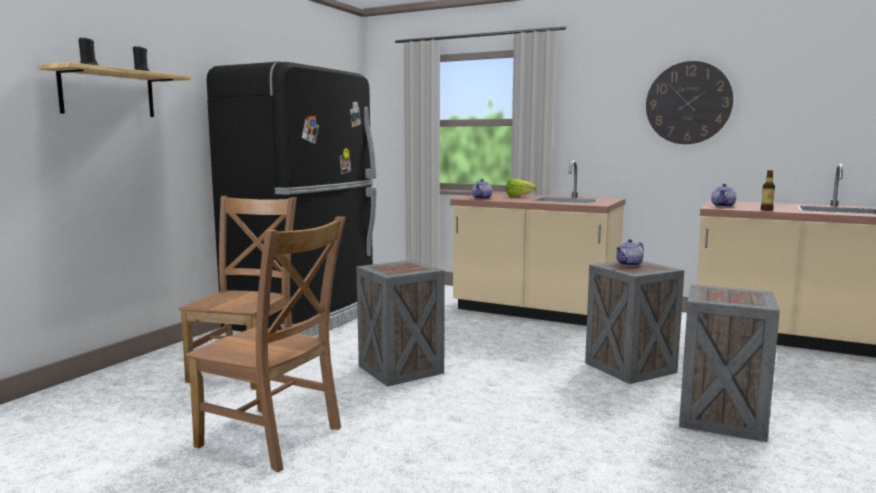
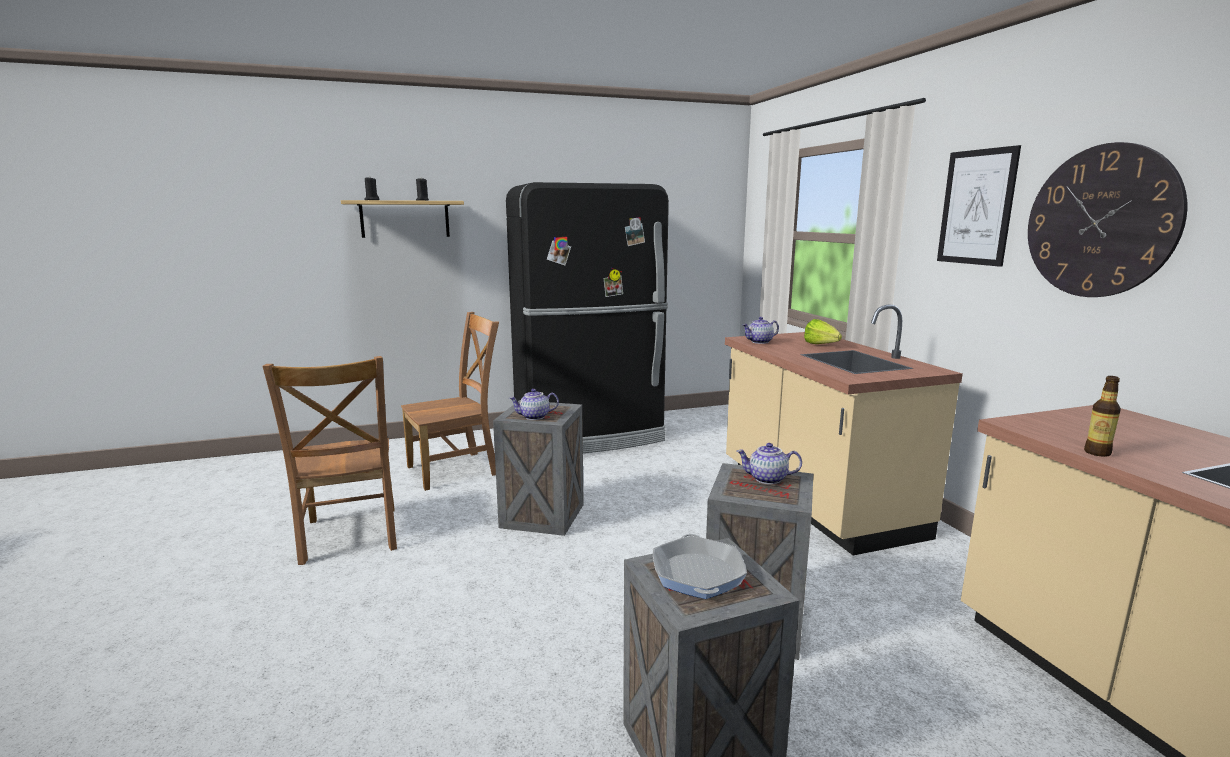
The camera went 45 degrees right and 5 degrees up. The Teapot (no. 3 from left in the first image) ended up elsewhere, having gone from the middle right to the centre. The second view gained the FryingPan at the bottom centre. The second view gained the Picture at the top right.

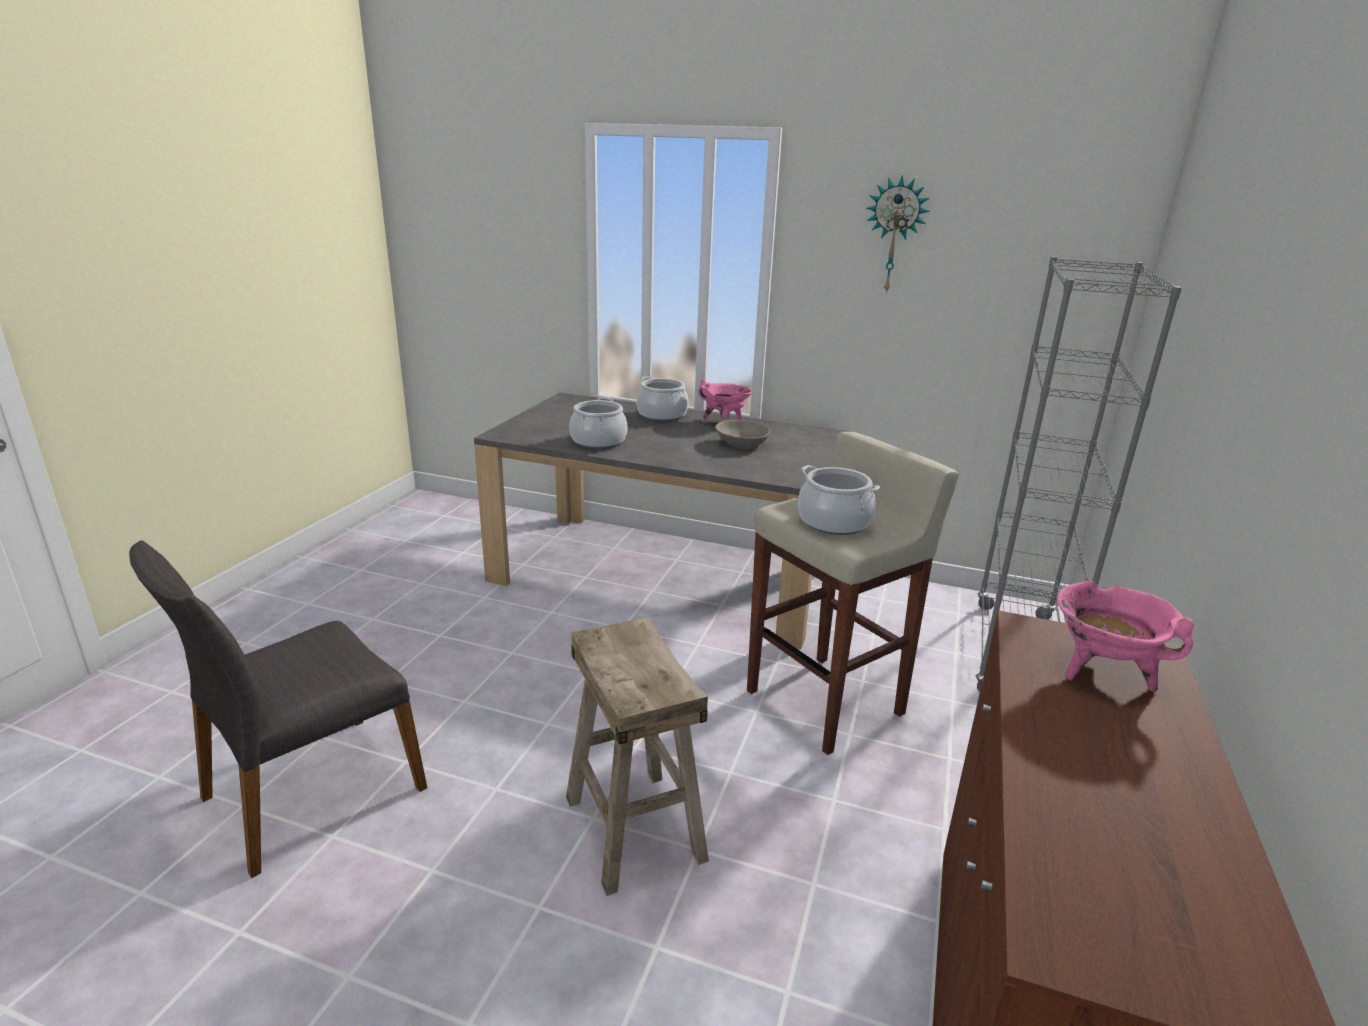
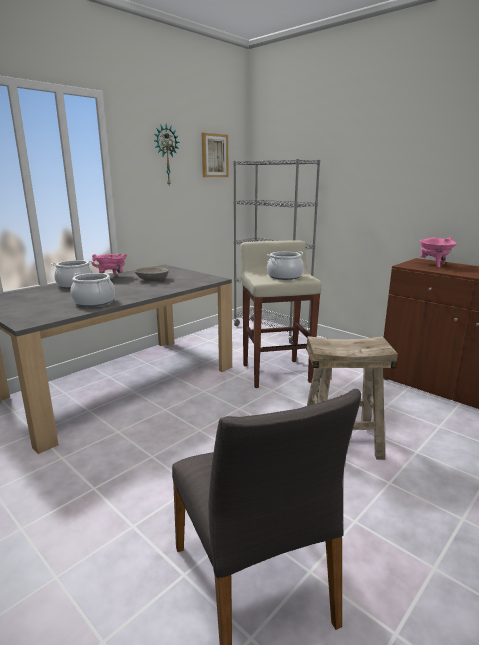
The camera went 65 degrees left and 5 degrees down. The second view gained the Picture at the top centre.

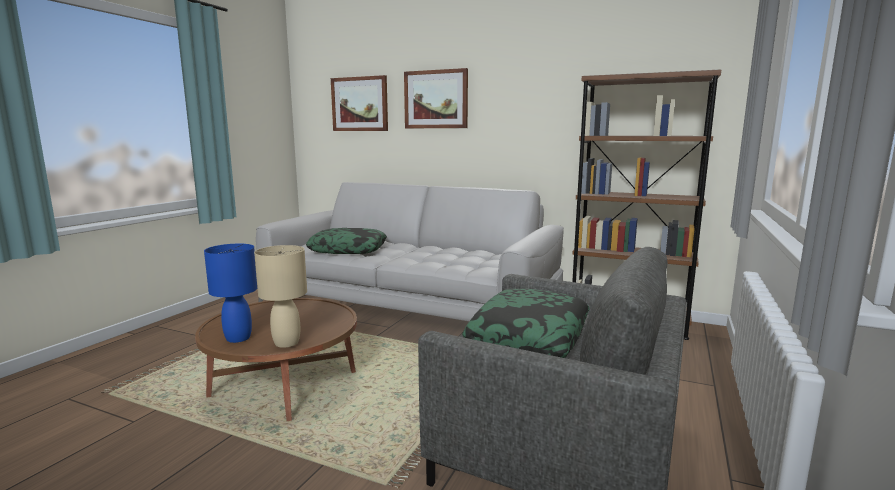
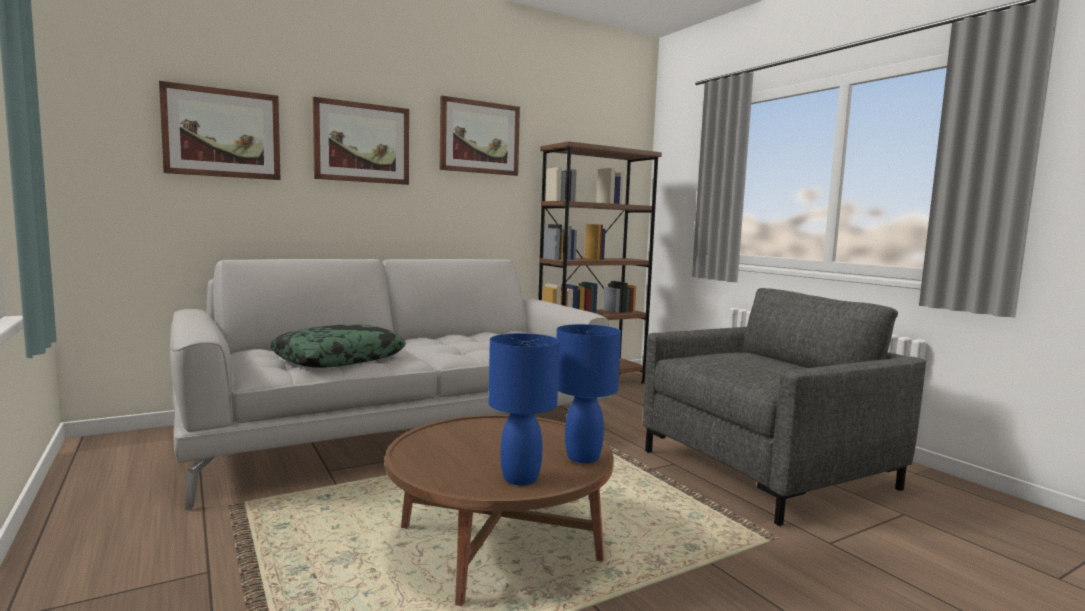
The camera went 55 degrees left and 5 degrees down. What was the BeigeTableLamp at the middle left turned into the BlueTableLamp (no. 2 from left) at the centre. The second view lost the Pillow (no. 2 from left) at the centre. The second view gained the Picture (no. 3 from left) at the top centre.

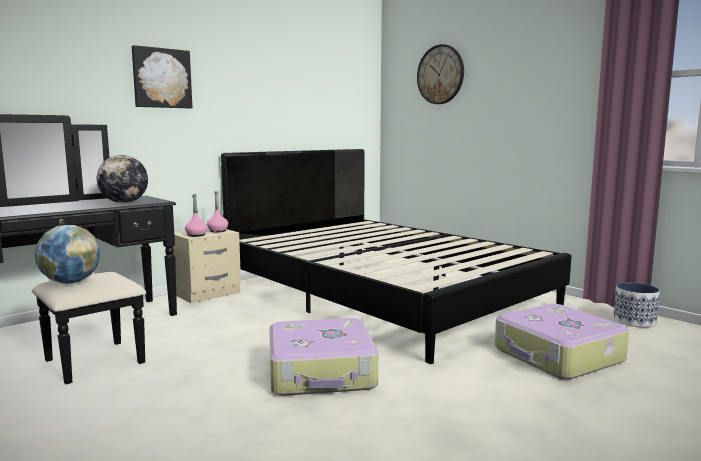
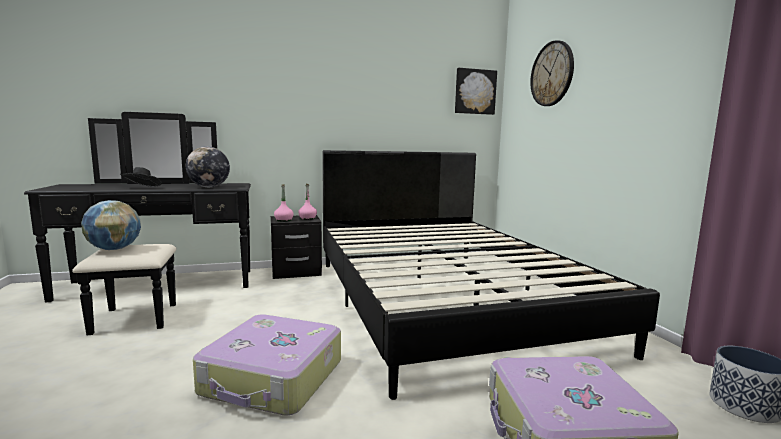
The camera went 25 degrees right and 0 degrees up. The Picture ended up elsewhere, having gone from the top left to the top centre. What was the BeigeNightstand at the middle left turned into the BlackNightstand at the centre. The second view gained the BlackHat at the middle left.

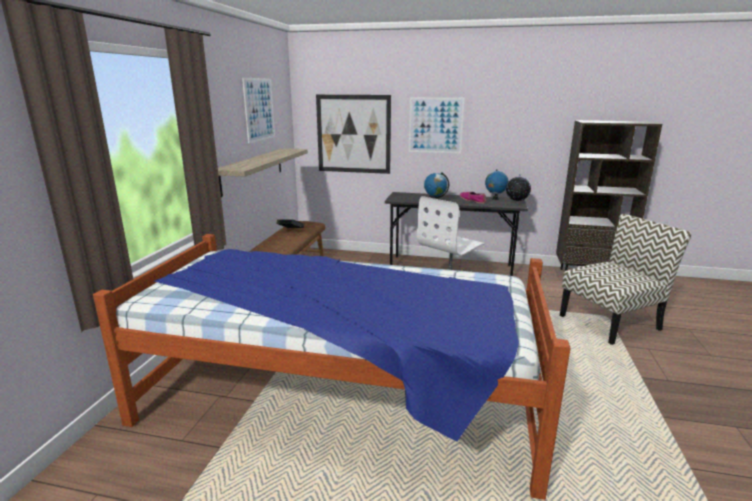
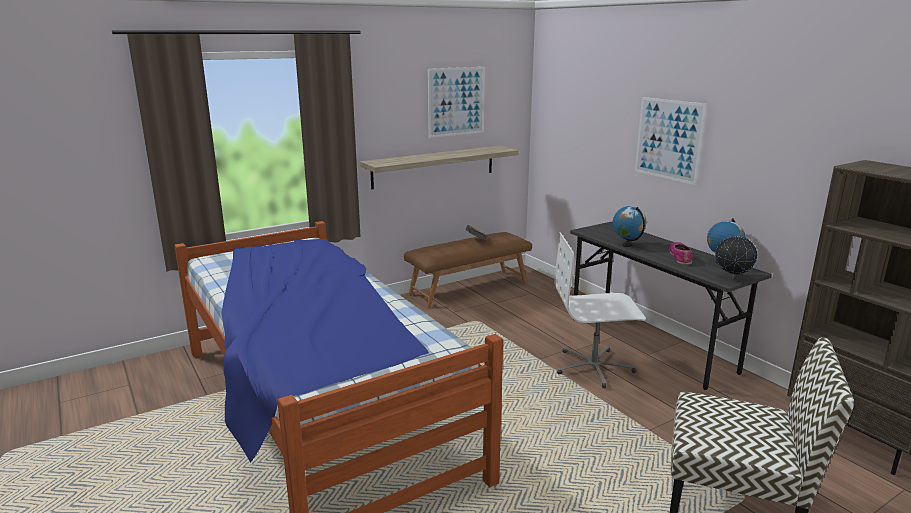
The camera went 45 degrees right and 0 degrees up. The second view lost the Picture (no. 2 from left) at the top centre.

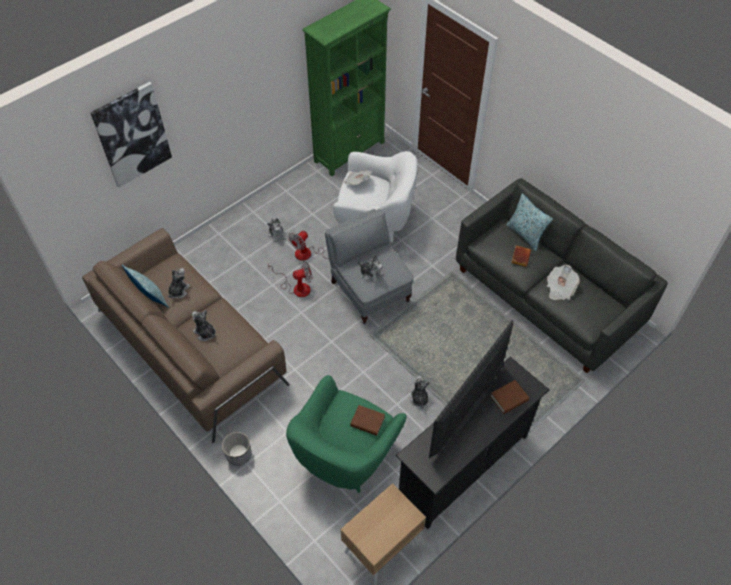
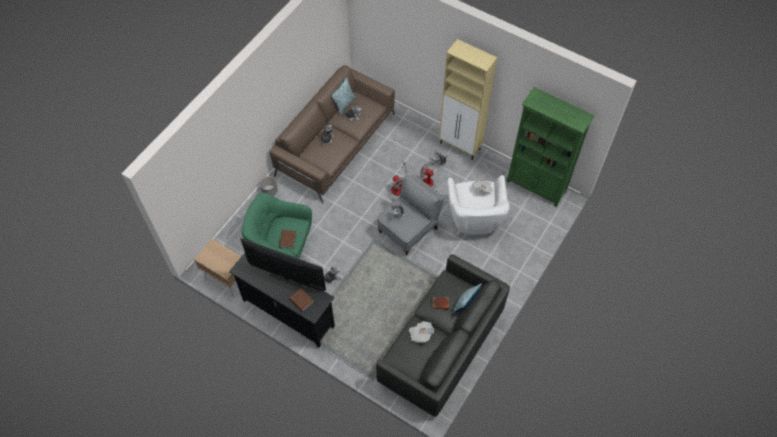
The camera went 75 degrees right and 5 degrees up. The second view lost the Picture at the top left. The second view gained the BeigeCabinet at the top centre.

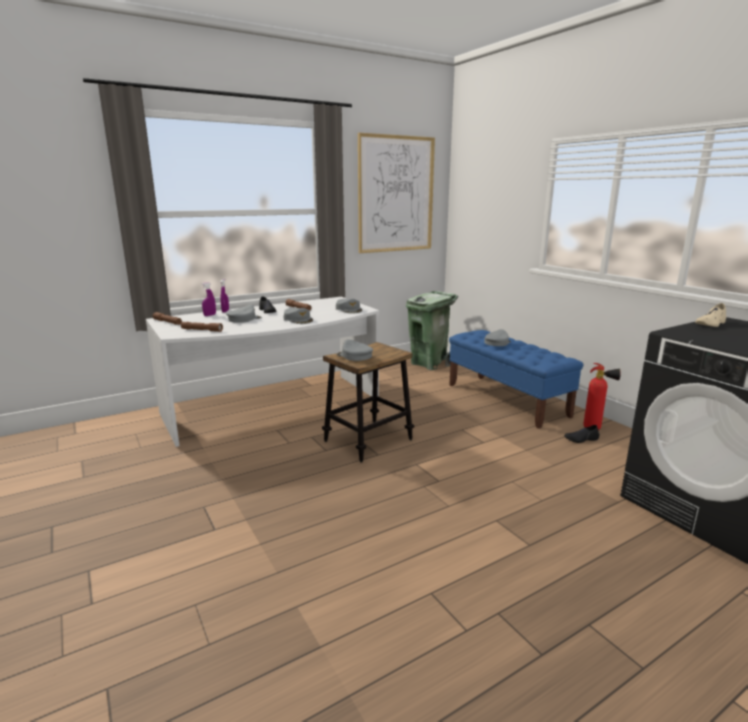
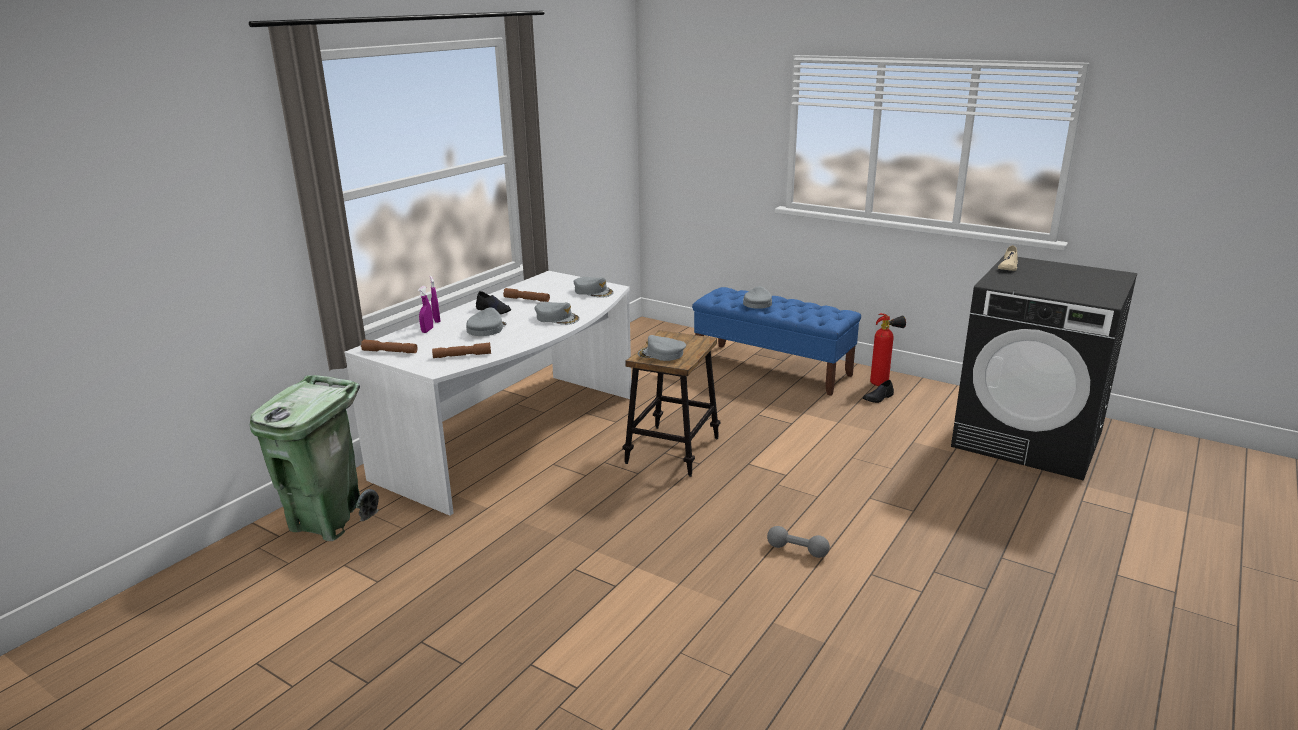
The camera went 25 degrees left and 5 degrees up. The second view lost the Picture at the top centre. The GreenTrashCan ended up elsewhere, having gone from the centre to the middle left. The second view gained the GreyDumbbell at the bottom centre.

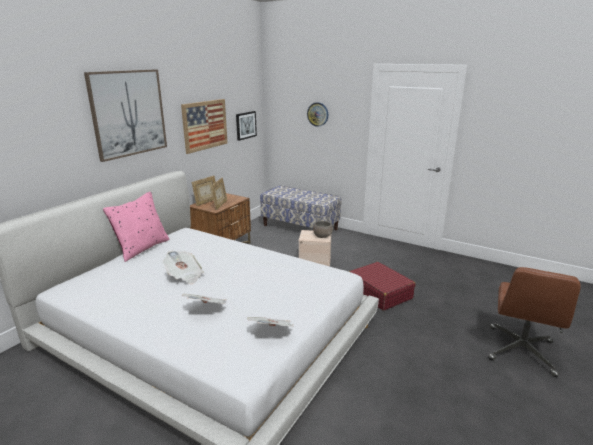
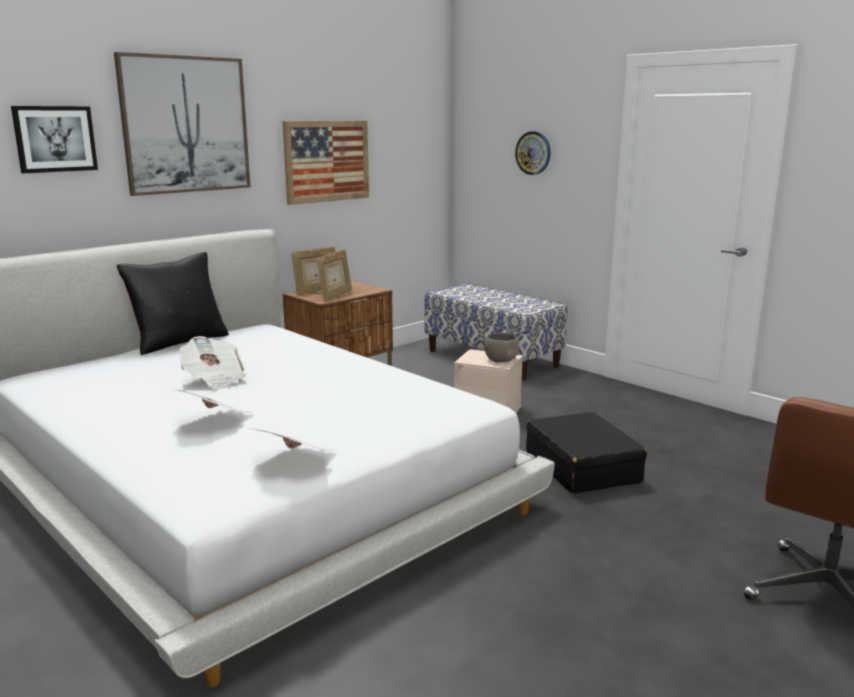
The camera went 15 degrees right and 5 degrees down. What was the PinkPillow at the middle left turned into the BlackPillow at the middle left. The Picture (no. 3 from left in the first image) ended up elsewhere, having gone from the top centre to the top left. What was the RedSuitcase at the centre turned into the BlackSuitcase at the middle right.

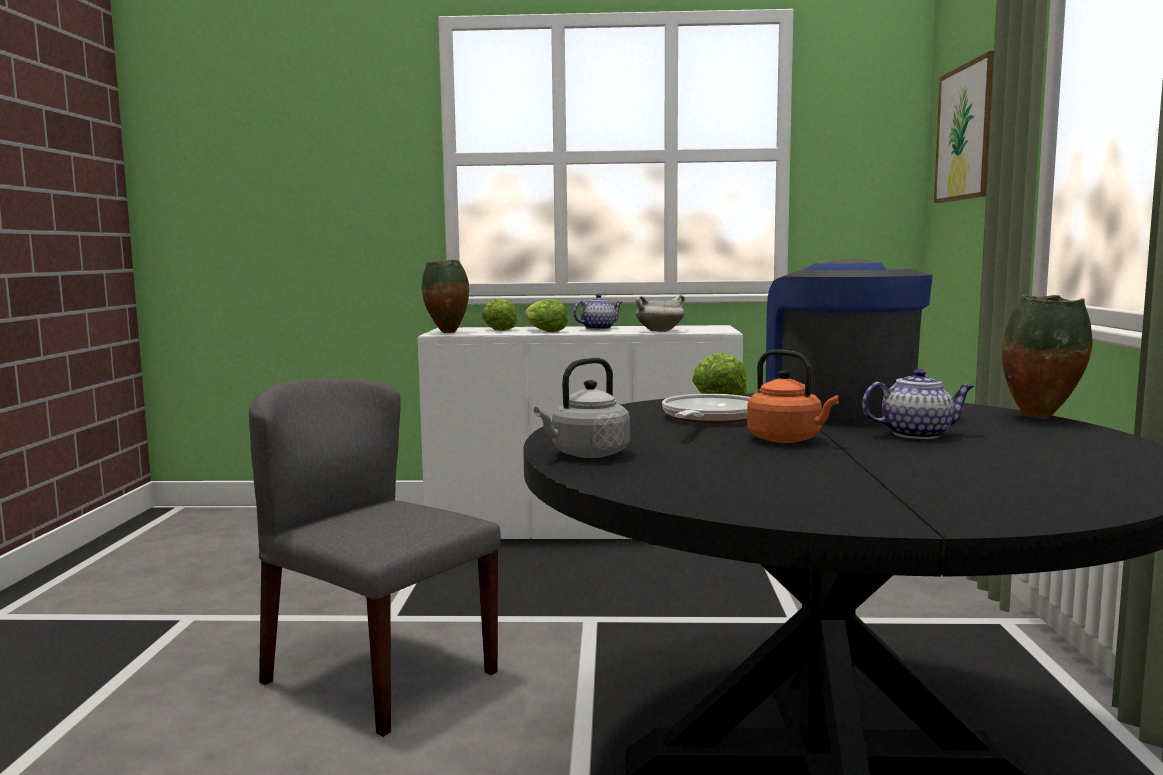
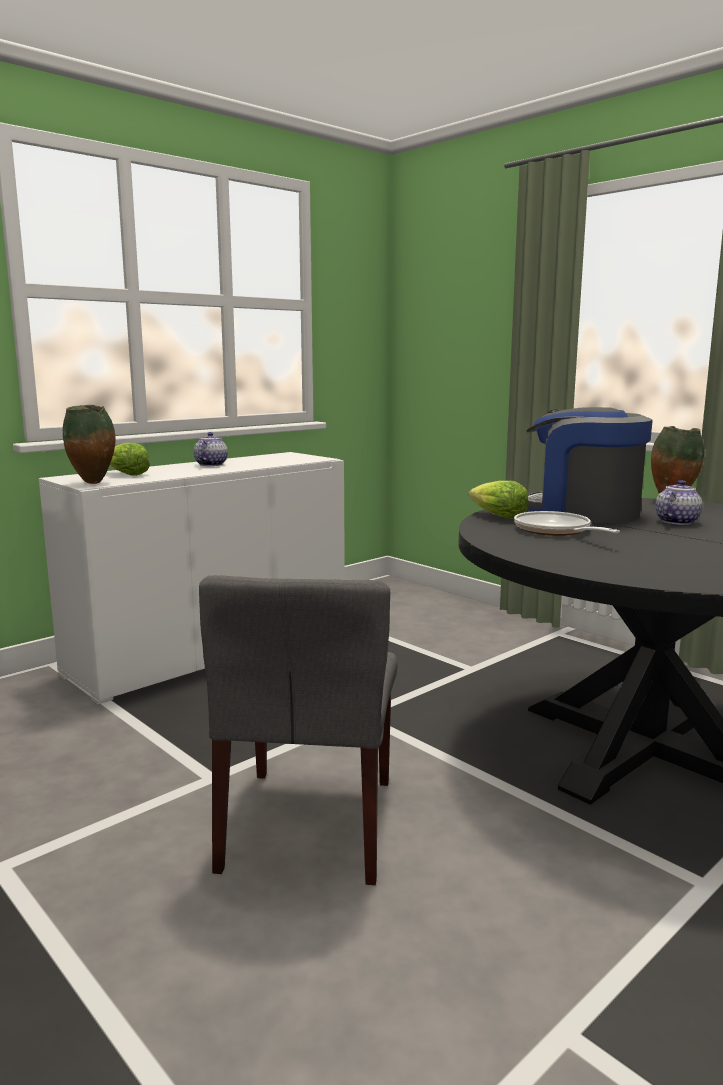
The camera went 45 degrees left and 5 degrees up. The GreyChair at the bottom left ended up facing another way, 75 degrees counterclockwise from before. The second view lost the Lettuce (no. 2 from left) at the centre. The second view lost the GreyKettle at the centre. The second view lost the WhiteCookingPot at the centre. The second view lost the OrangeKettle at the middle right. The second view lost the Picture at the top right.

